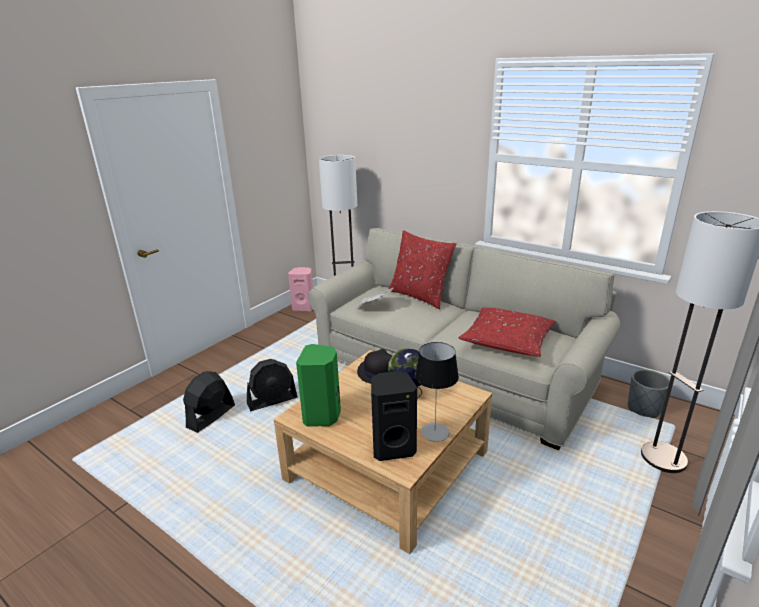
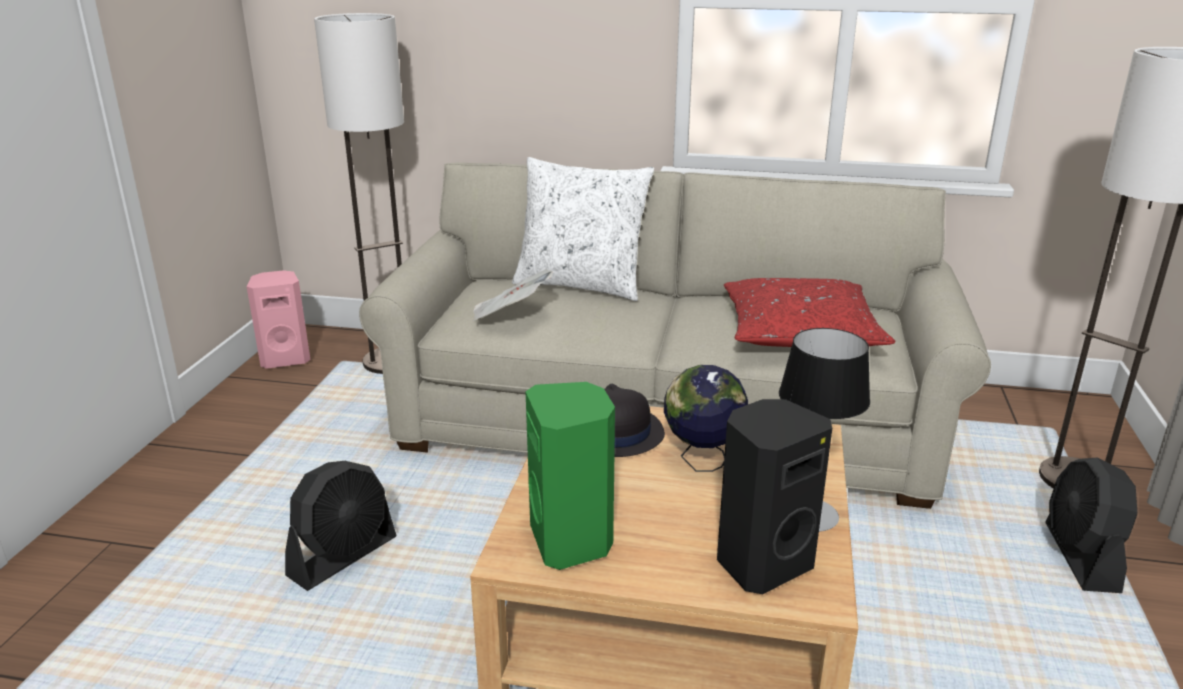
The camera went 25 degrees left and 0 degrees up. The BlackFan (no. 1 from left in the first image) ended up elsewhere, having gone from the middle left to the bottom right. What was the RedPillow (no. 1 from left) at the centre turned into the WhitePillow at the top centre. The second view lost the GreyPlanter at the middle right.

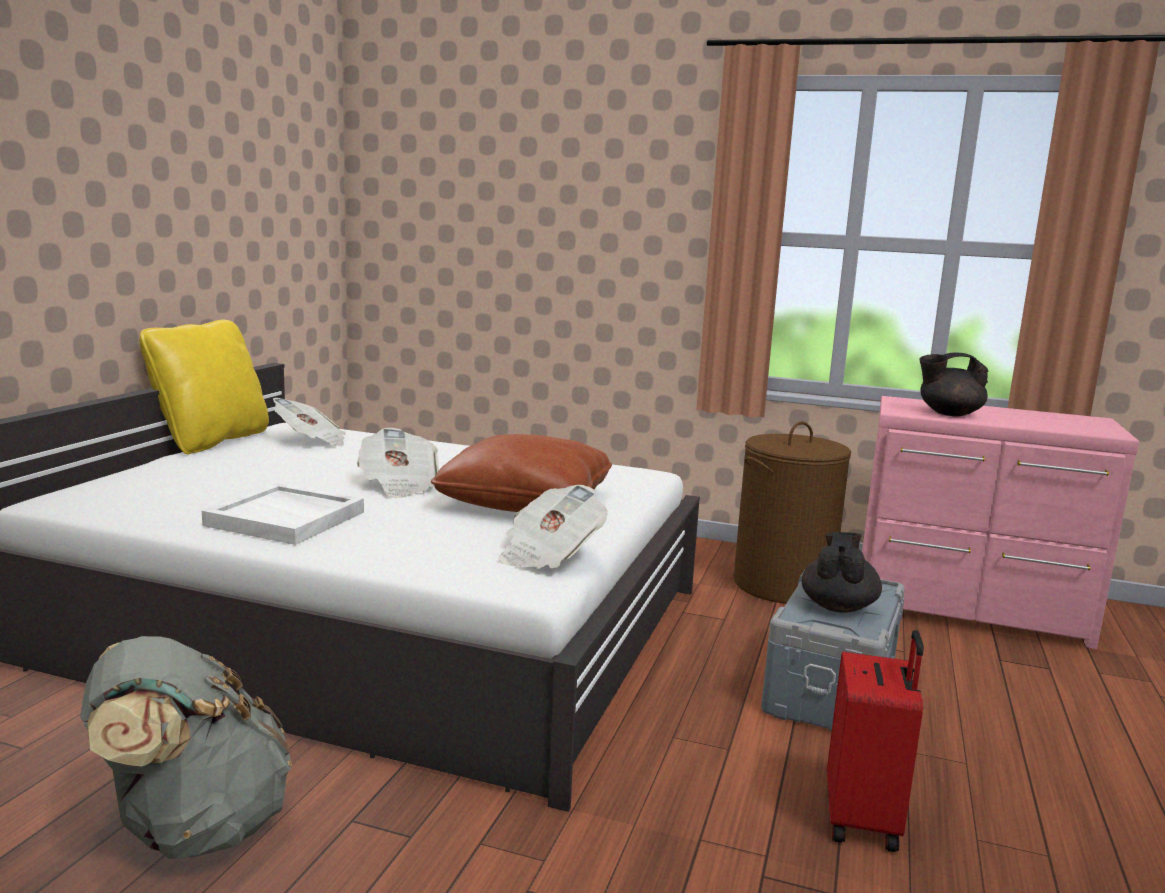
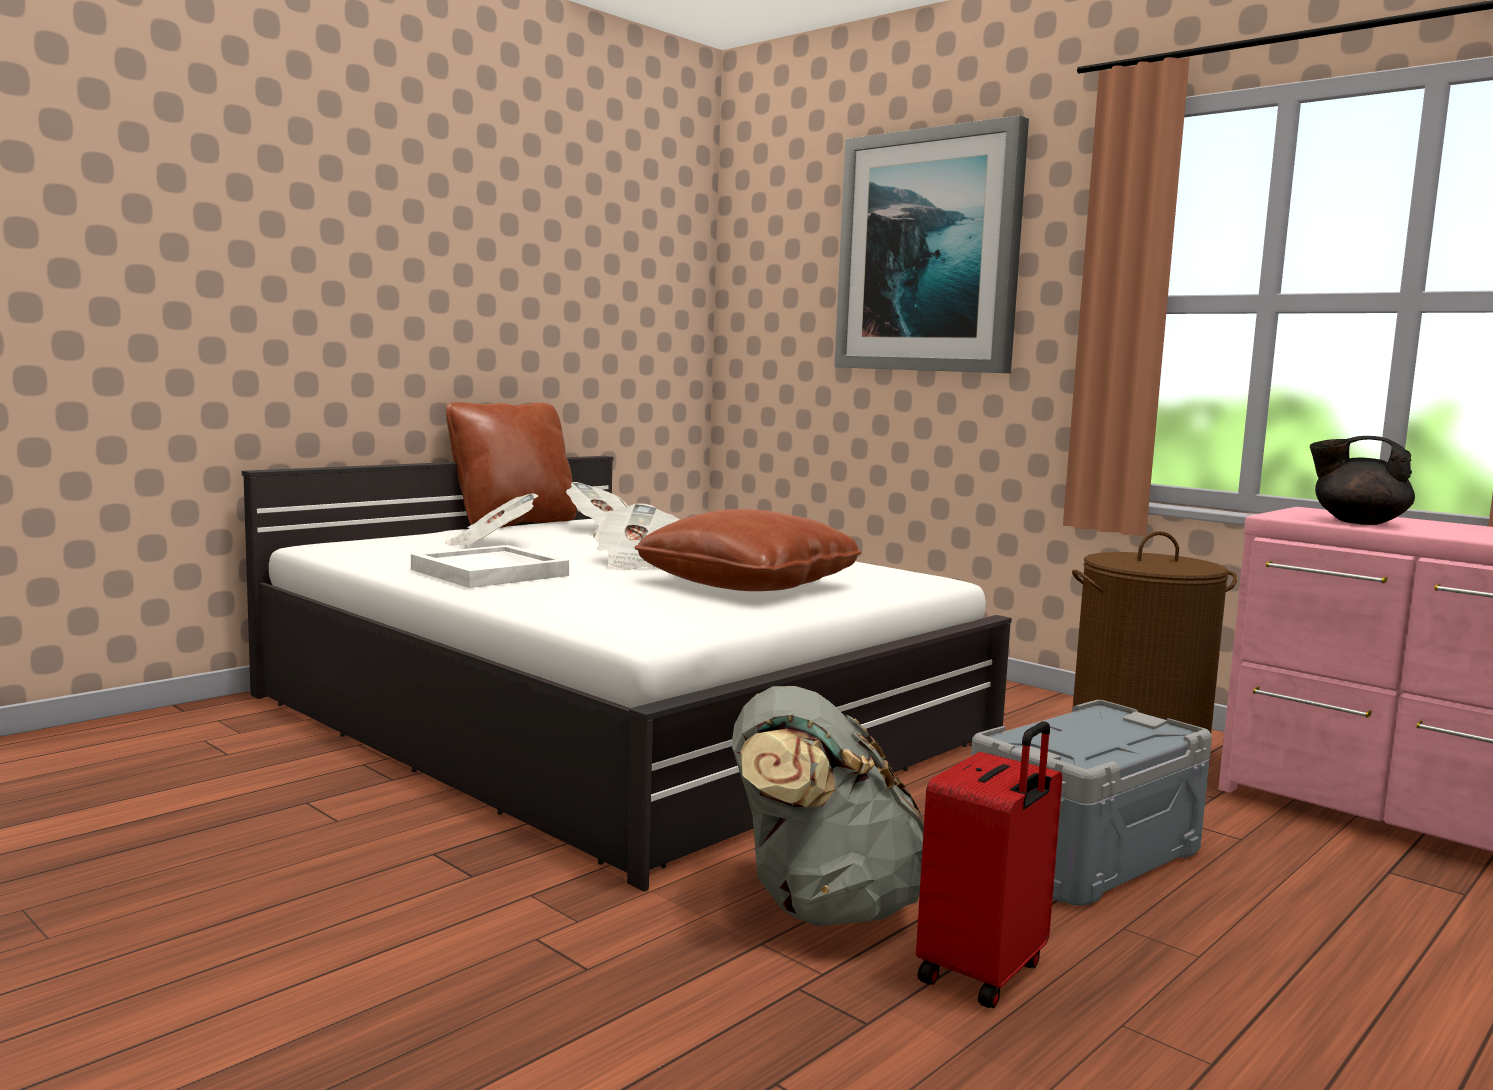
The camera went 25 degrees right and 5 degrees down. The GreyBackpack ended up elsewhere, having gone from the bottom left to the bottom centre. What was the YellowPillow at the middle left turned into the BrownPillow (no. 1 from left) at the centre. The Newspaper (no. 3 from left in the first image) ended up elsewhere, having gone from the centre to the middle left. The second view lost the BlackTeapot (no. 1 from left) at the middle right. The second view gained the Picture at the top centre.

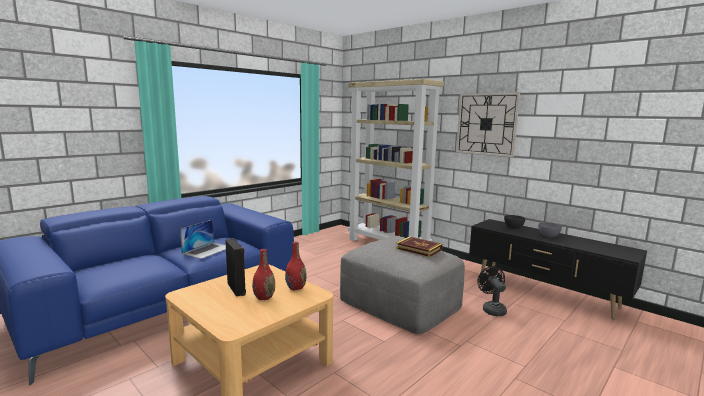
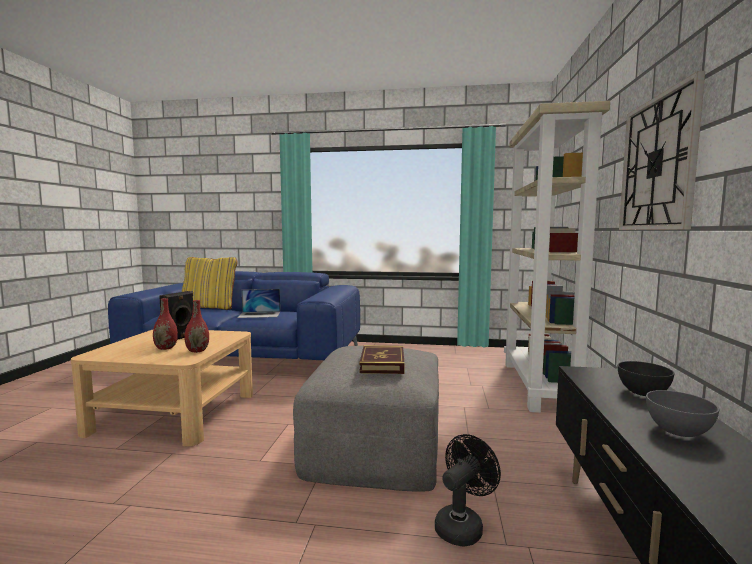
The camera went 55 degrees right and 5 degrees down. The second view gained the YellowPillow at the middle left.

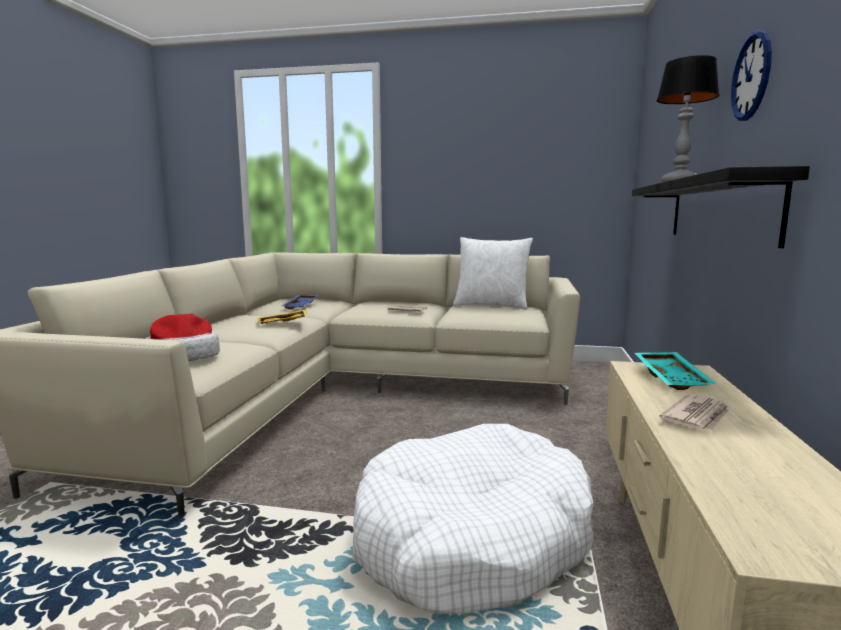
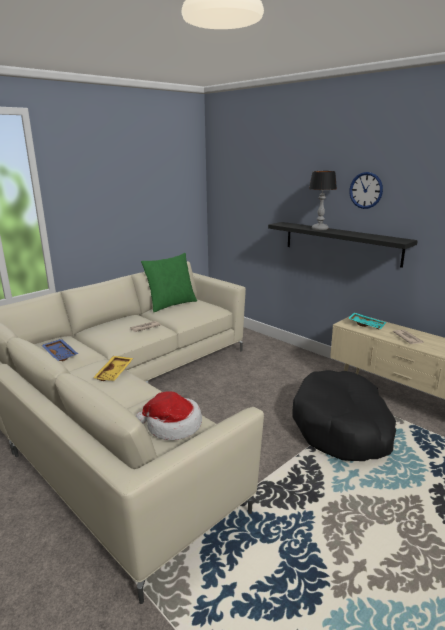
The camera went 55 degrees left and 10 degrees up. What was the WhiteDogBed at the bottom centre turned into the BlackDogBed at the middle right. What was the WhitePillow at the centre turned into the GreenPillow at the centre.

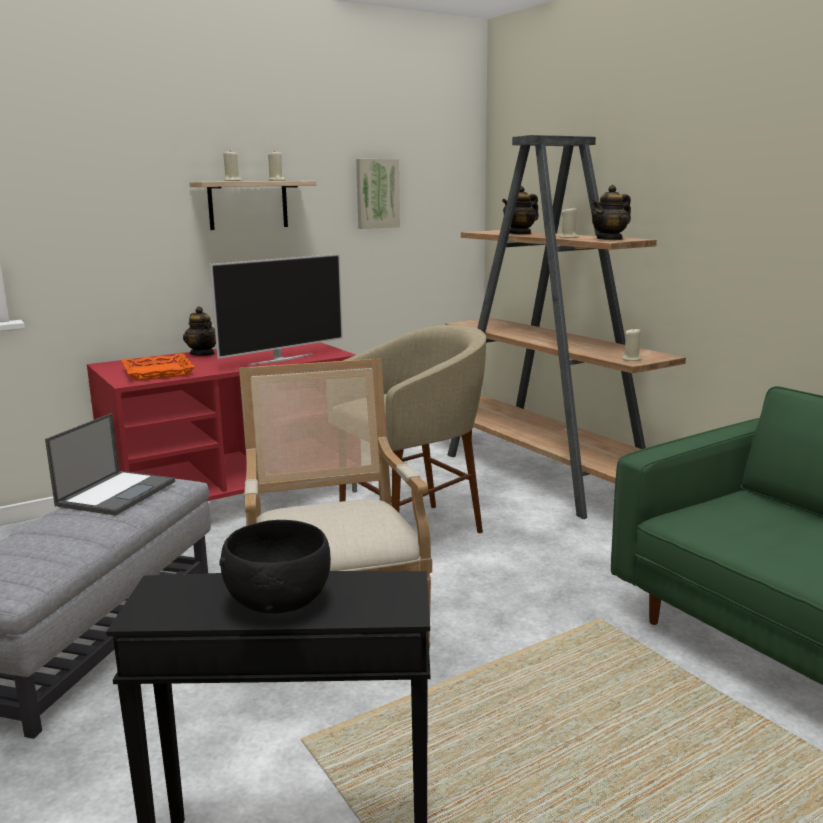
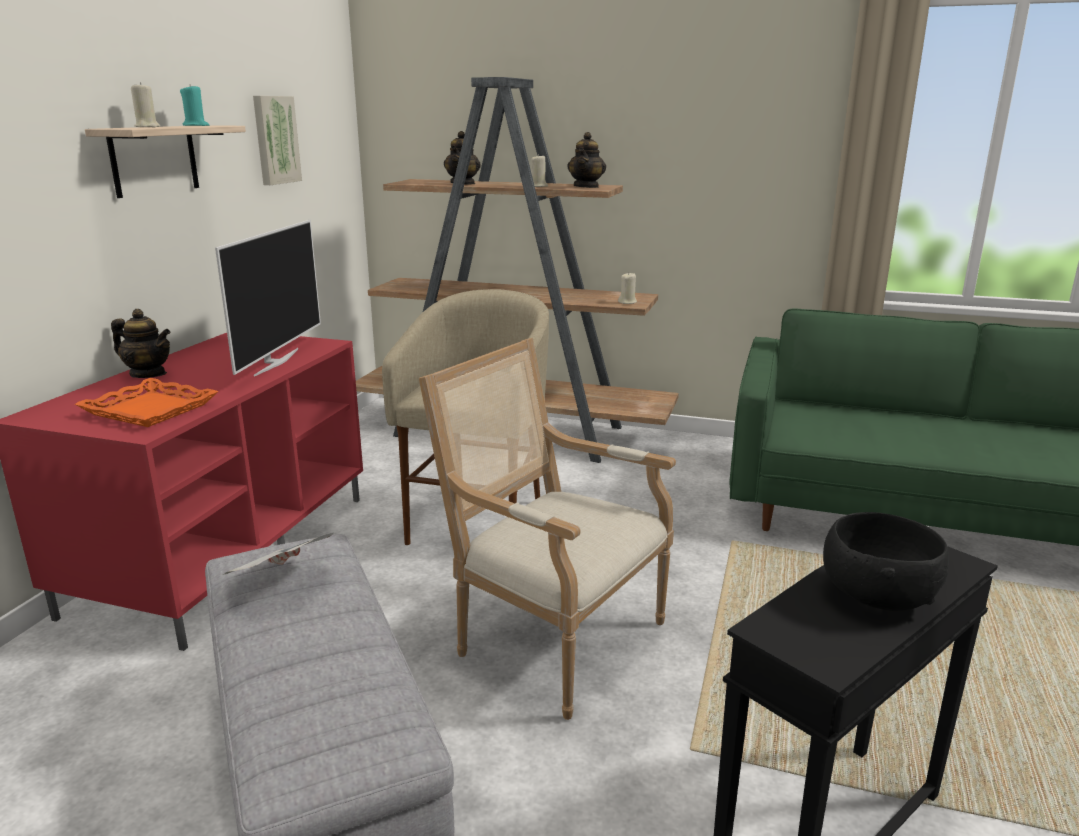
The camera went 40 degrees left and 5 degrees up. Where the Laptop stood at the middle left, the Newspaper came to stand at the middle left. What was the BeigeCandle (no. 2 from left) at the top centre turned into the TurquoiseCandle at the top left.

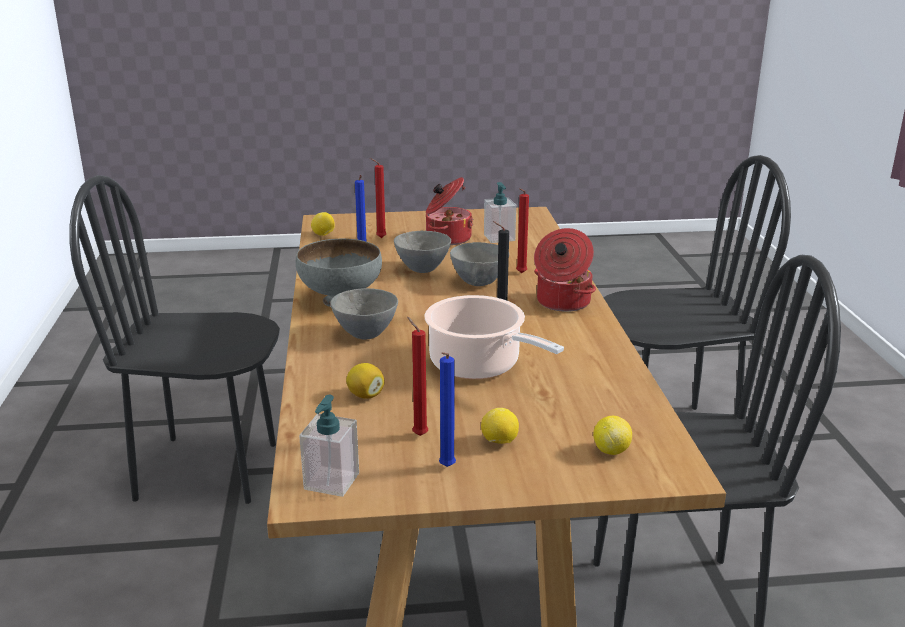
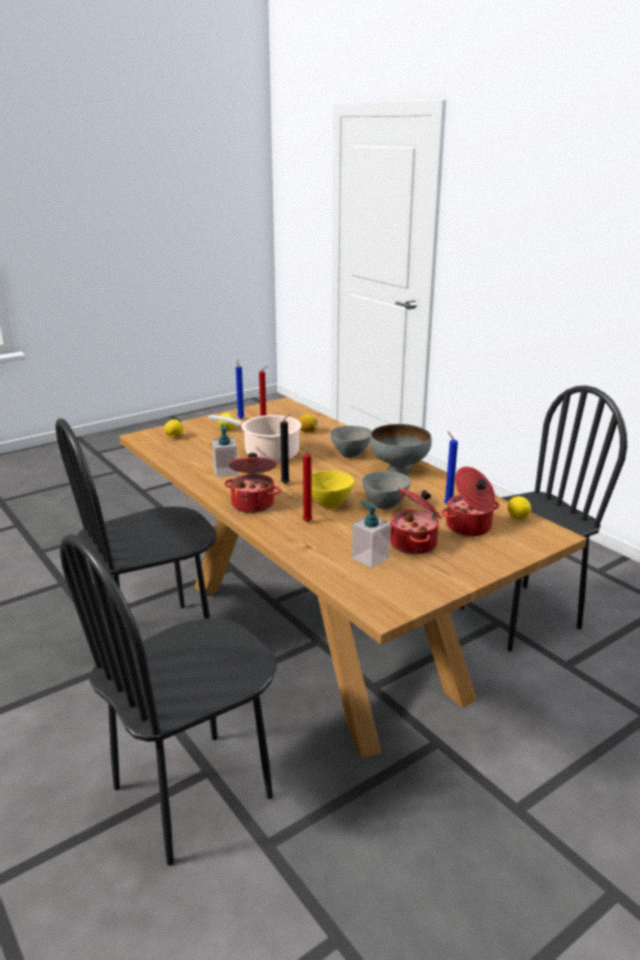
The camera went 150 degrees right and 0 degrees up. The SoapDispenser (no. 1 from left) ended up elsewhere, having gone from the bottom centre to the centre. Where the RedCandle (no. 1 from left) stood at the top centre, the CookingPot (no. 4 from left) came to stand at the middle right. What was the GreyBowl (no. 4 from left) at the centre turned into the YellowBowl at the centre.

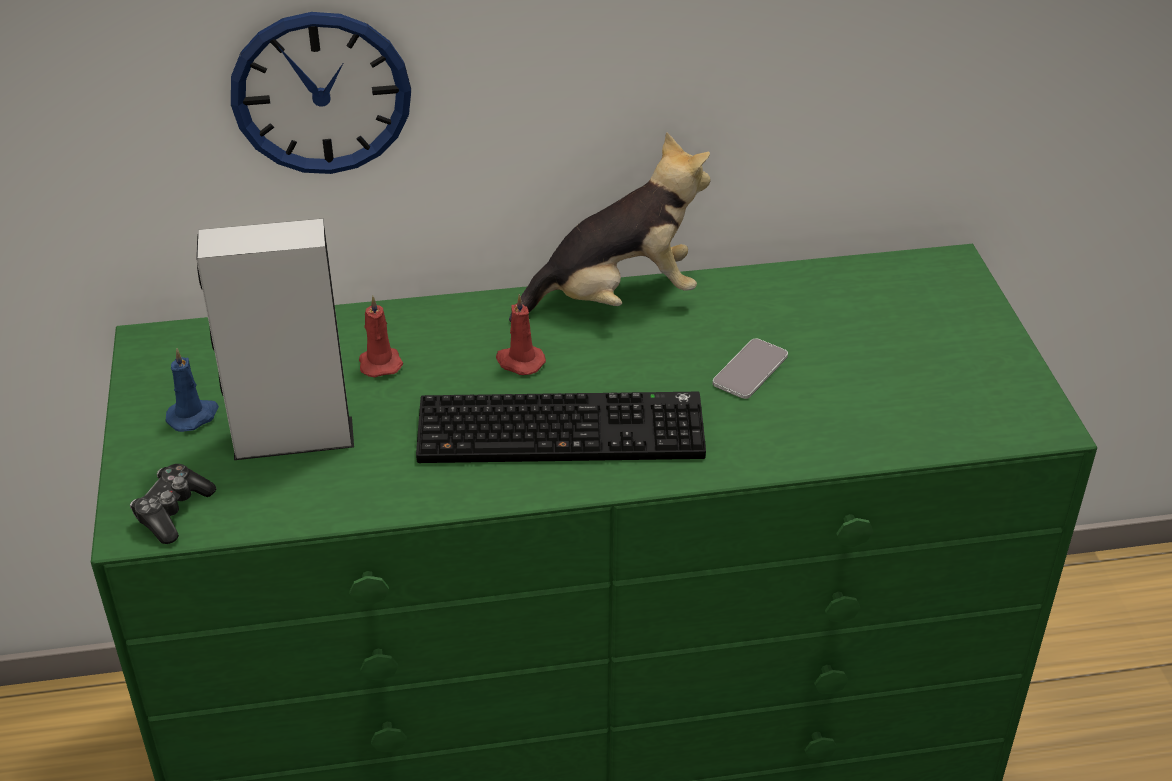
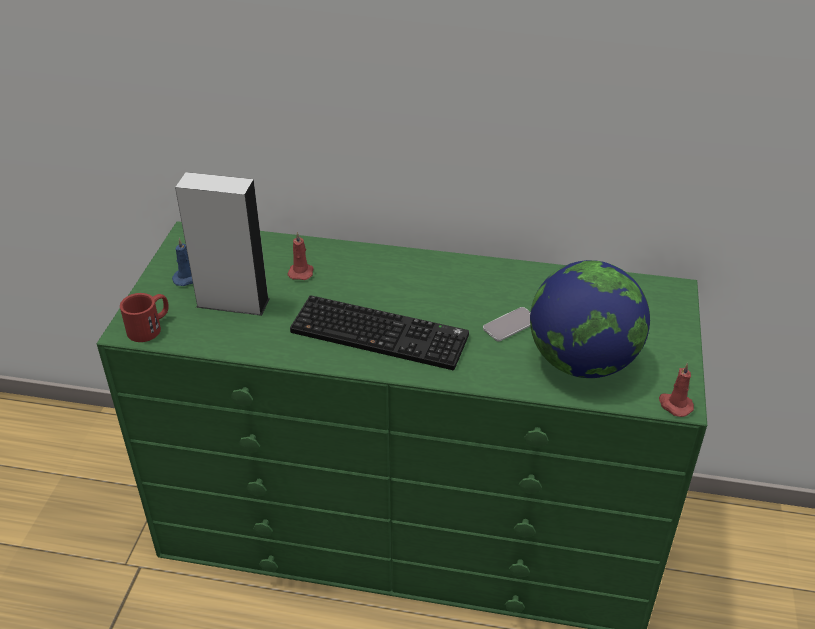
The camera went 20 degrees right and 0 degrees up. Where the GameController stood at the middle left, the RedMug came to stand at the middle left. The second view lost the WallClock at the top left. The RedCandle (no. 2 from left) ended up elsewhere, having gone from the centre to the middle right. The second view lost the PlushToy at the top centre. The second view gained the Globe at the middle right.

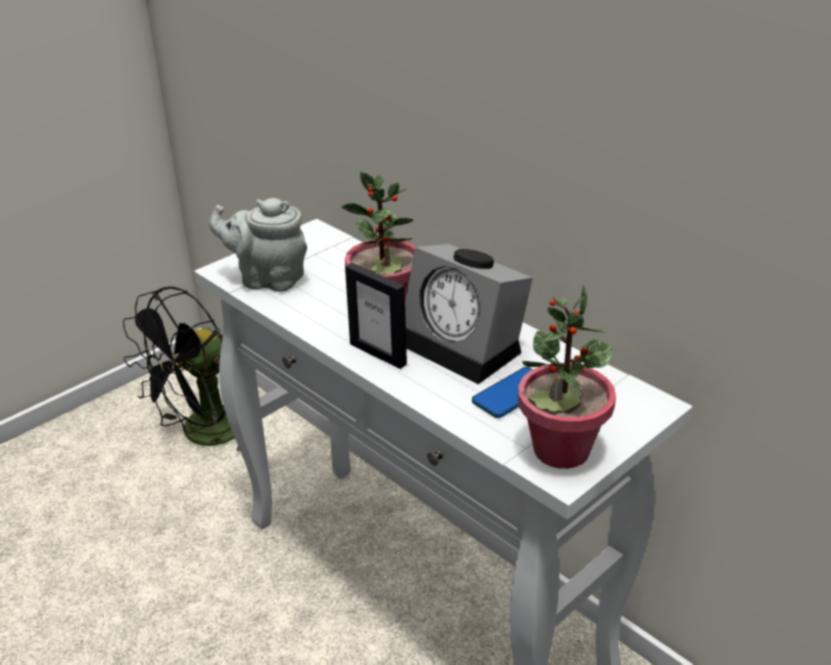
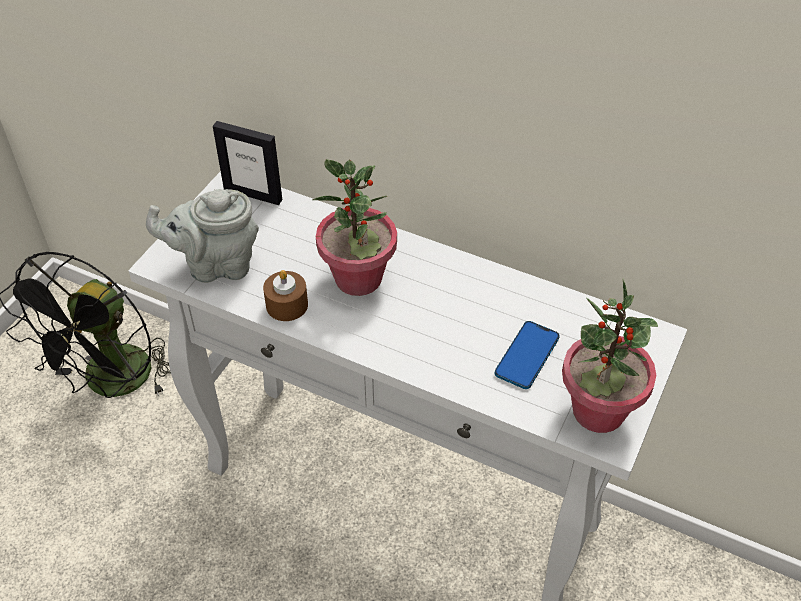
The camera went 20 degrees left and 15 degrees up. The PictureFrame ended up elsewhere, having gone from the centre to the top left. The second view lost the AlarmClock at the centre. The second view gained the BrownCandle at the centre.

